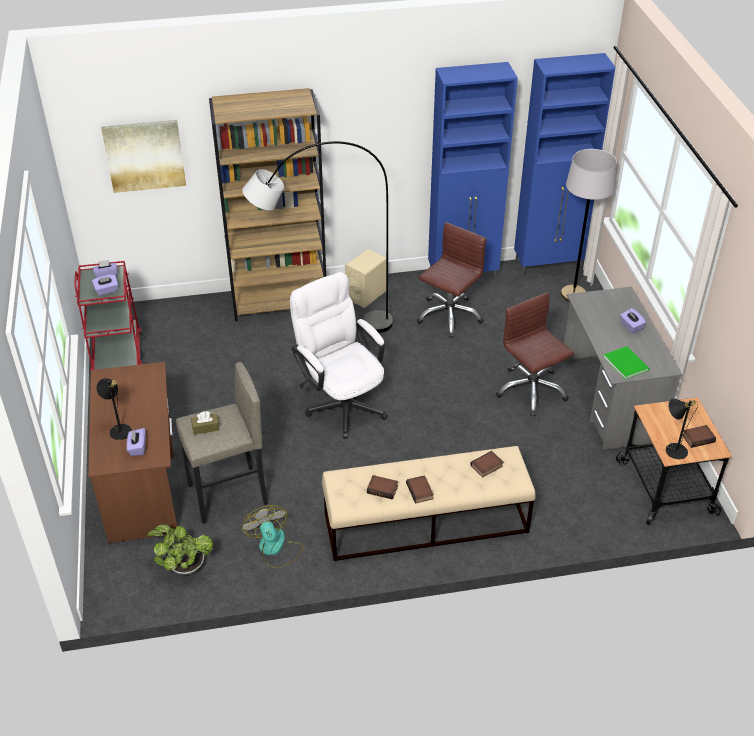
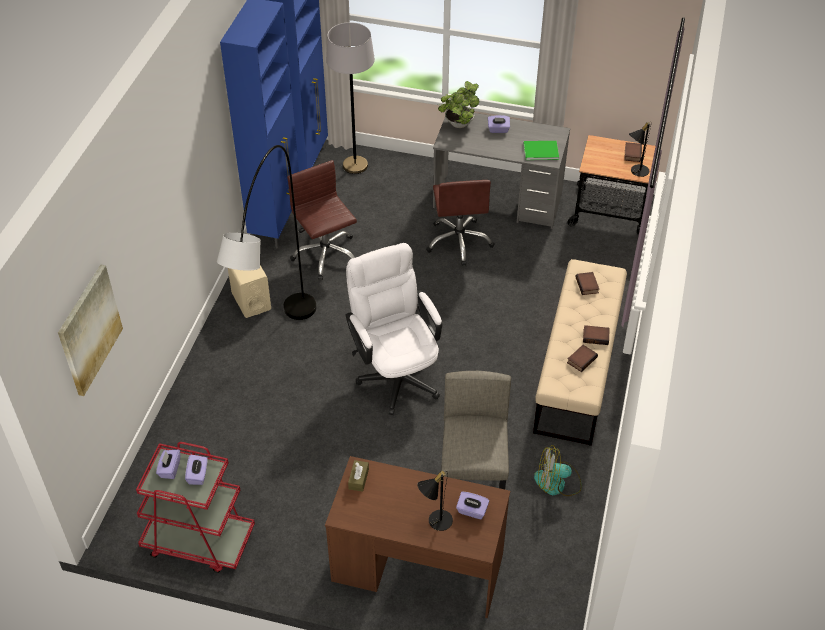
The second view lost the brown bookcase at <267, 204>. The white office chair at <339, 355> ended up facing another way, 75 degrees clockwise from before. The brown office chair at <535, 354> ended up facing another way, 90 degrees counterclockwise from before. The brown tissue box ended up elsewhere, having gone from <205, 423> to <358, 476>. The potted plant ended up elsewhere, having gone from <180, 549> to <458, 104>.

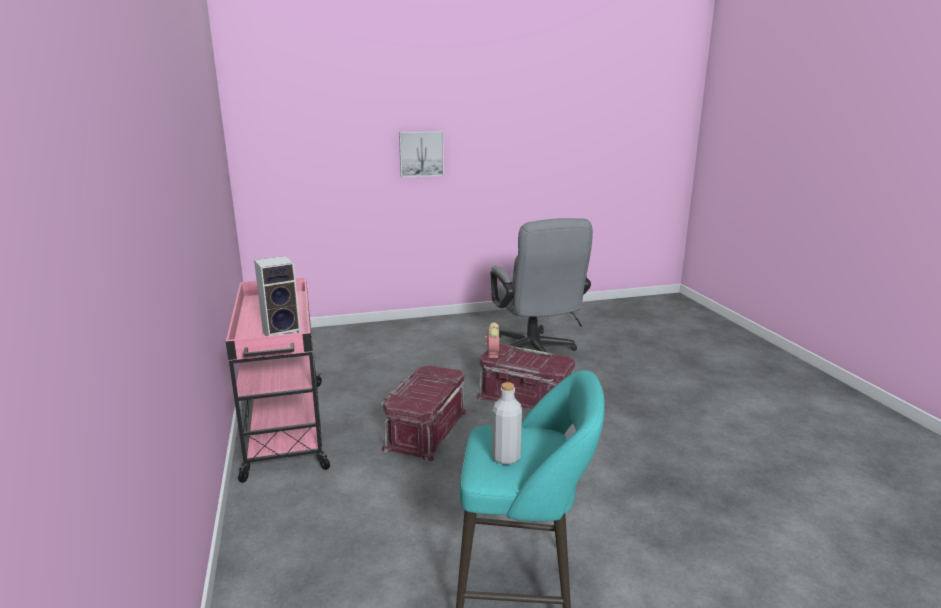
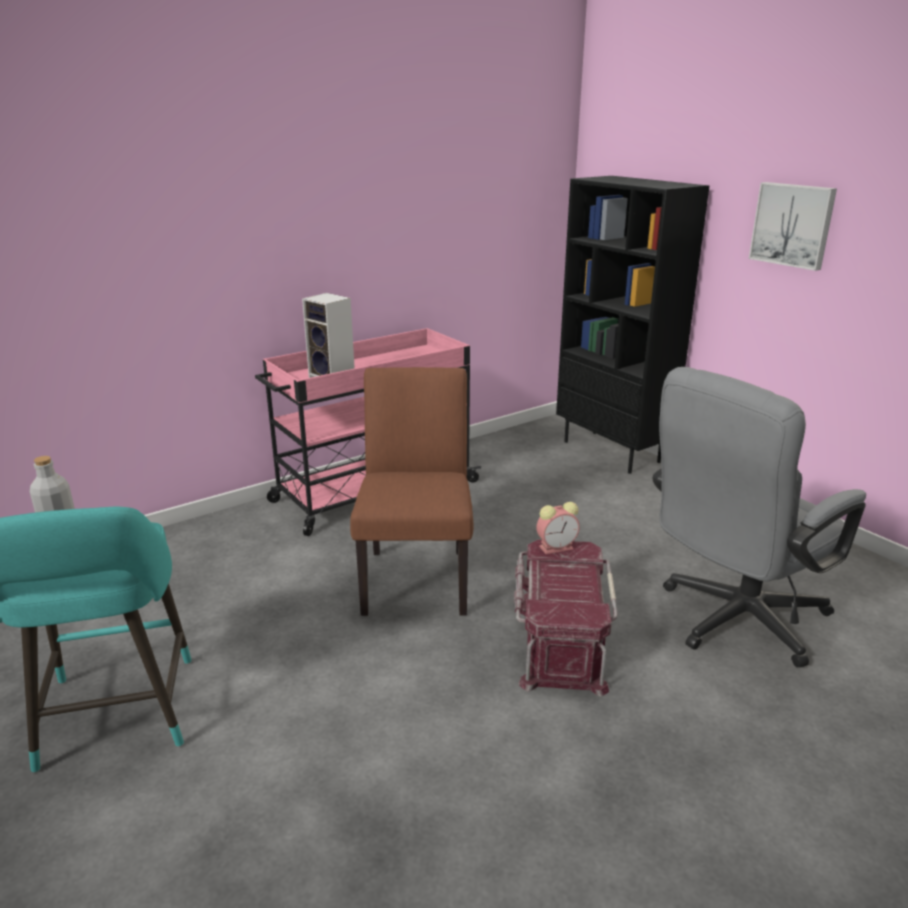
Where the red storage box stood at <424, 413>, the brown chair came to stand at <412, 491>. The second view gained the black bookcase at <633, 325>.

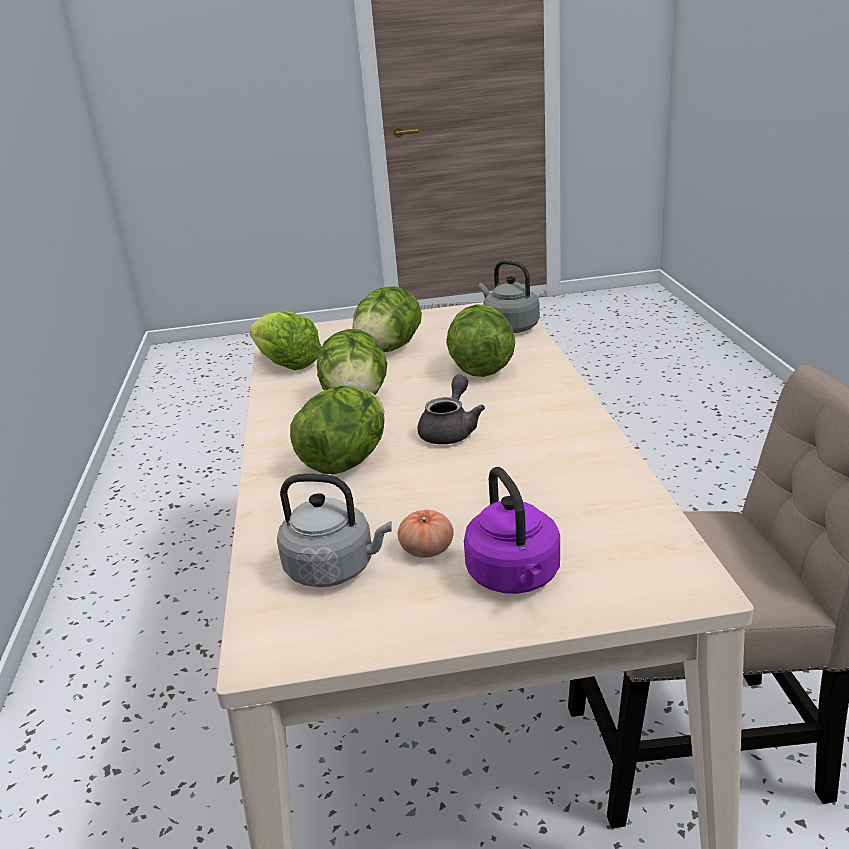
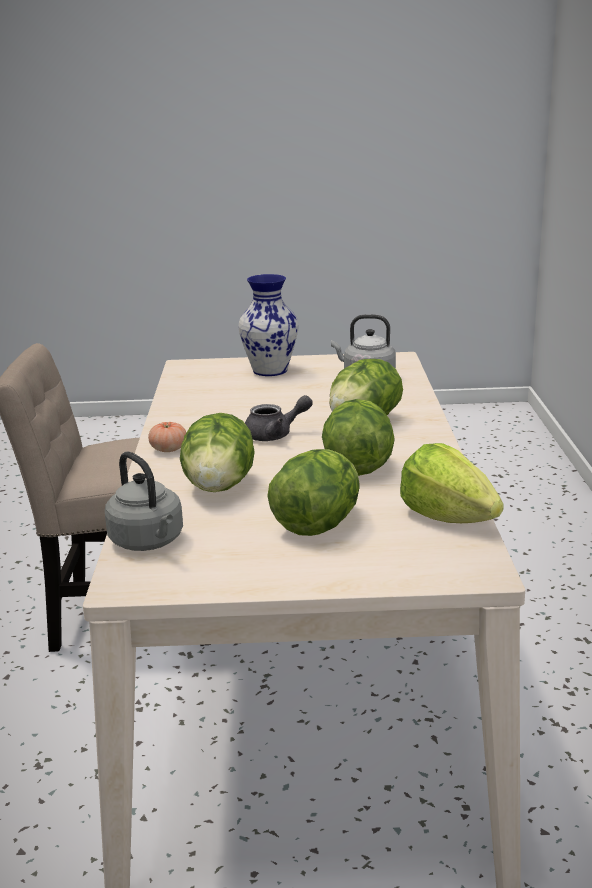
The grey teapot at <451, 409> ended up facing another way, 135 degrees counterclockwise from before. Where the purple kettle stood at <512, 530>, the vase came to stand at <268, 325>. The tomato ended up elsewhere, having gone from <425, 534> to <167, 437>.

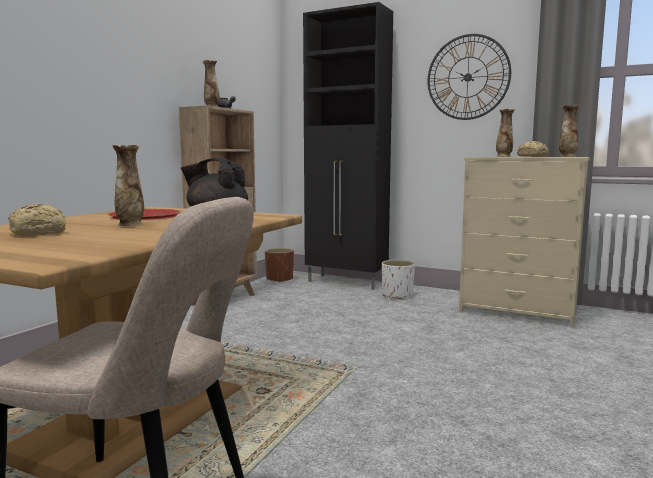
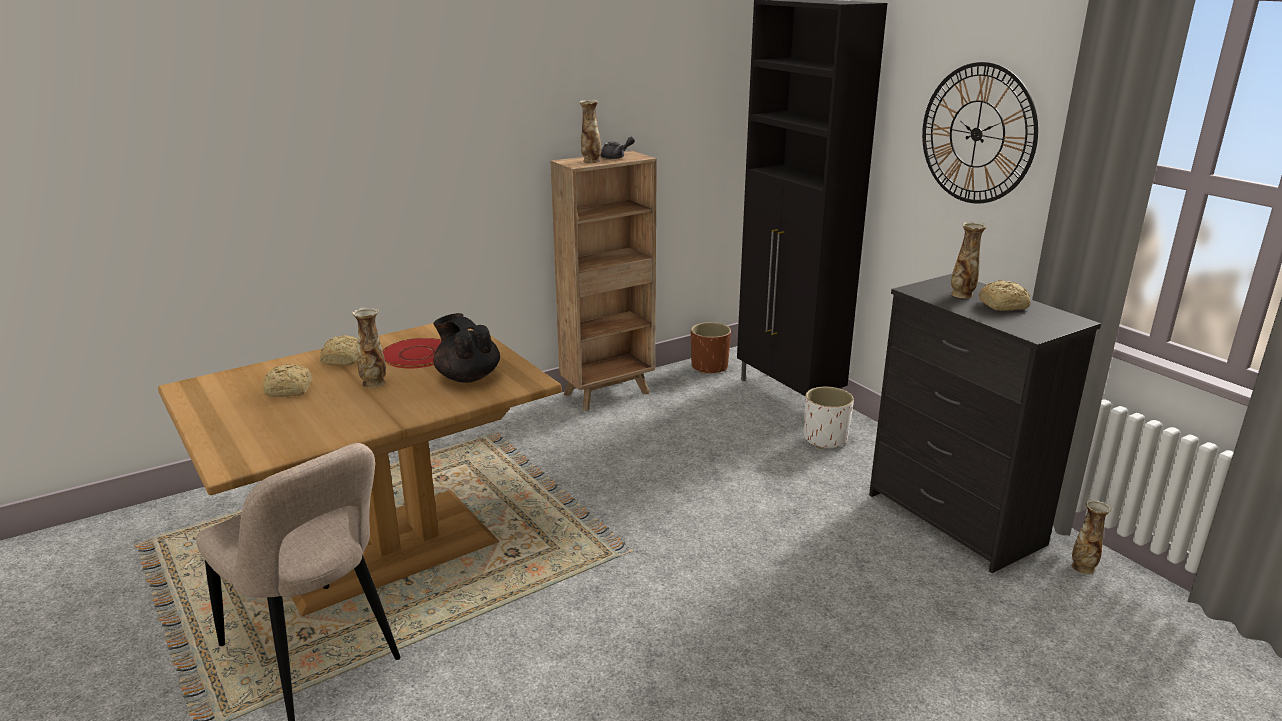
The vase ended up elsewhere, having gone from <569, 131> to <1091, 536>. What was the beige dresser at <524, 242> turned into the black dresser at <985, 423>. The second view gained the bread at <339, 350>.

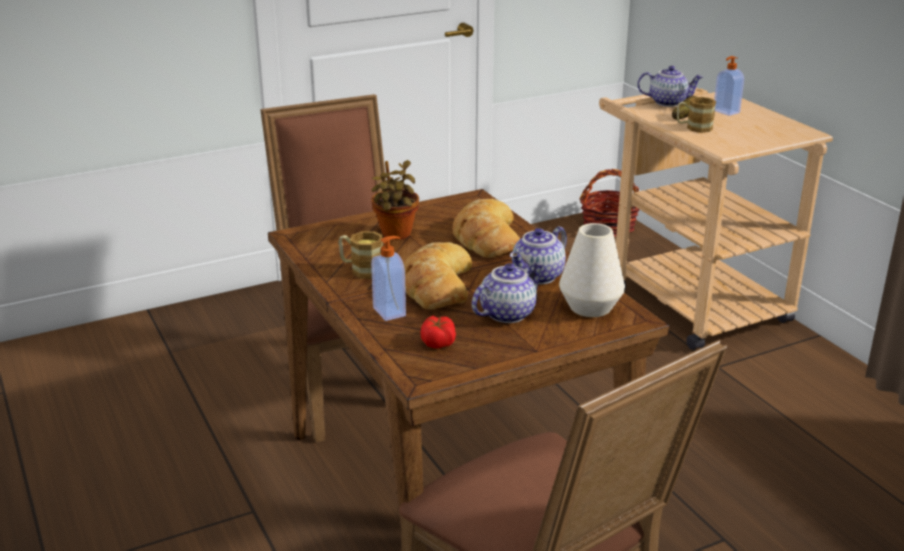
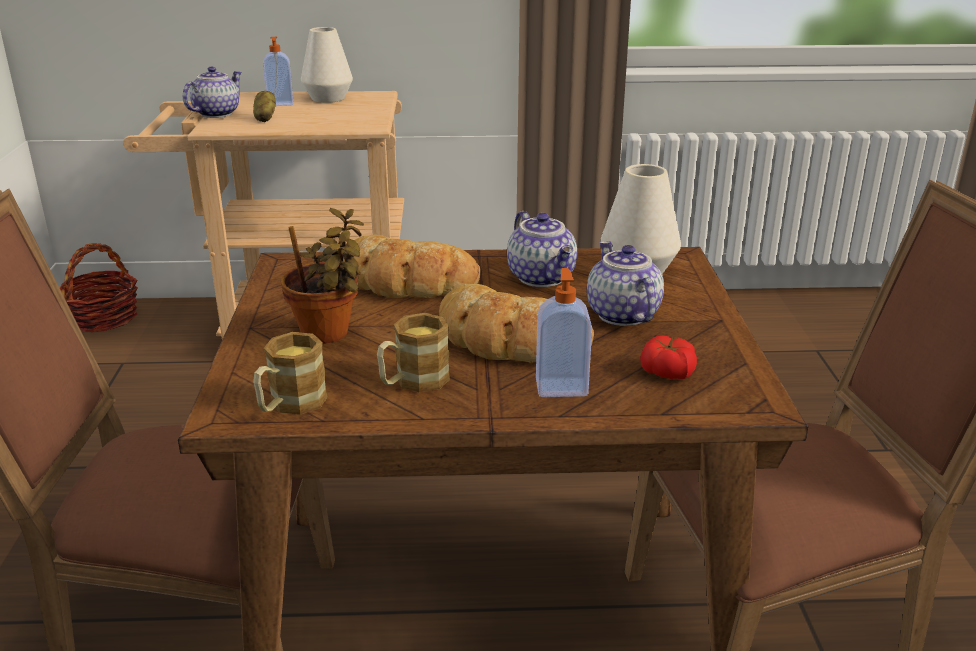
The mug ended up elsewhere, having gone from <696, 115> to <290, 373>. The second view gained the white vase at <327, 65>.

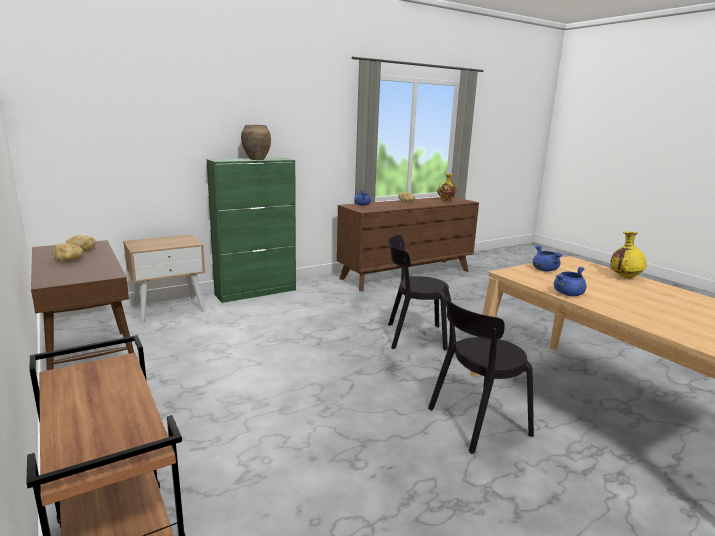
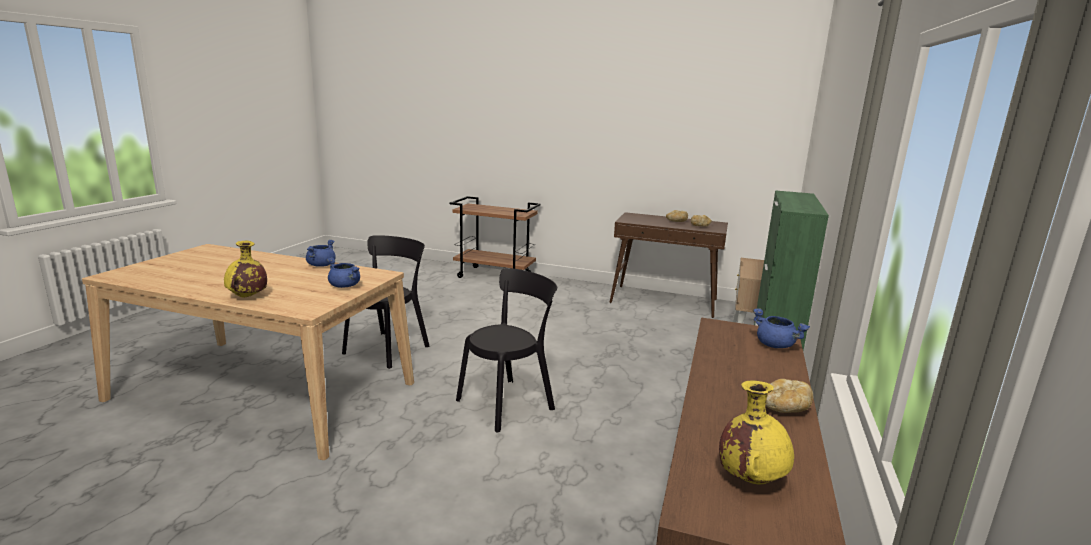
The second view lost the brown vase at <256, 142>.

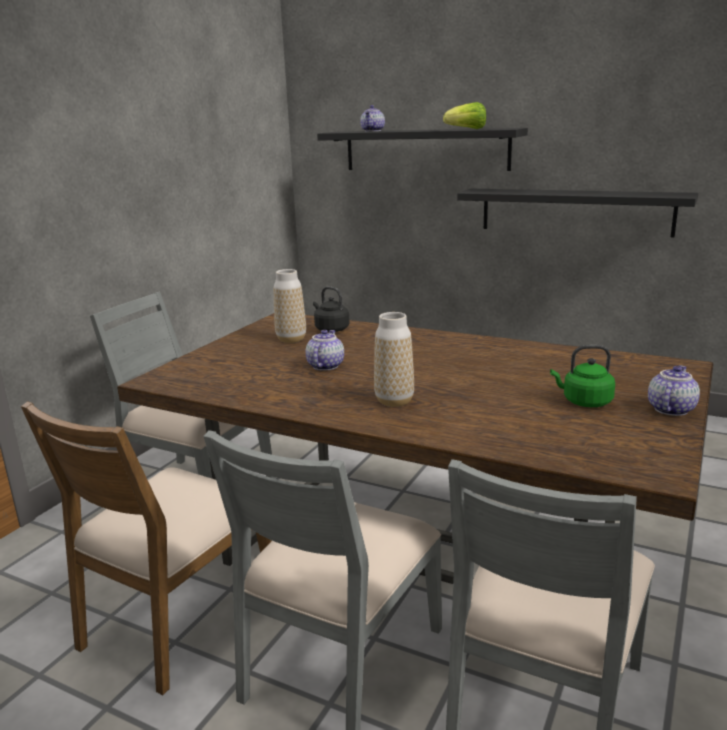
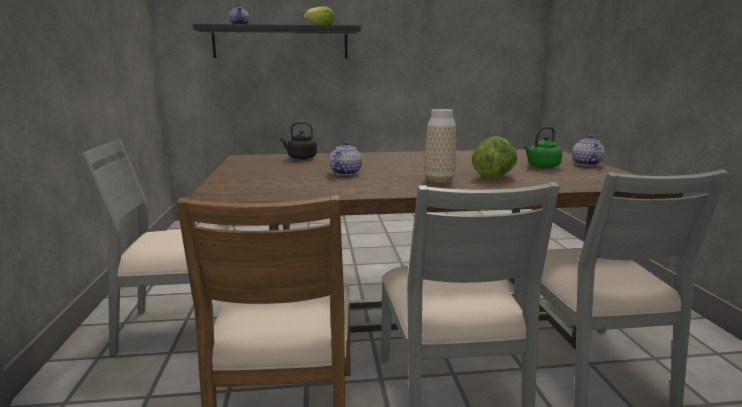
The second view lost the black shelf at <577, 213>. The second view lost the vase at <290, 306>. The teapot at <325, 350> ended up facing another way, 45 degrees clockwise from before. The second view gained the lettuce at <494, 157>.

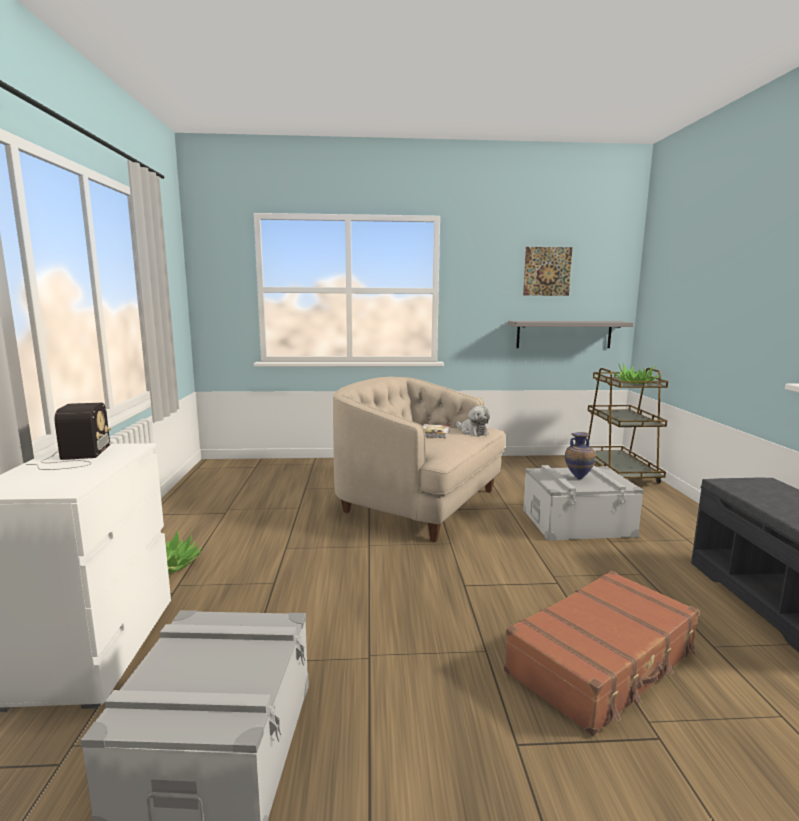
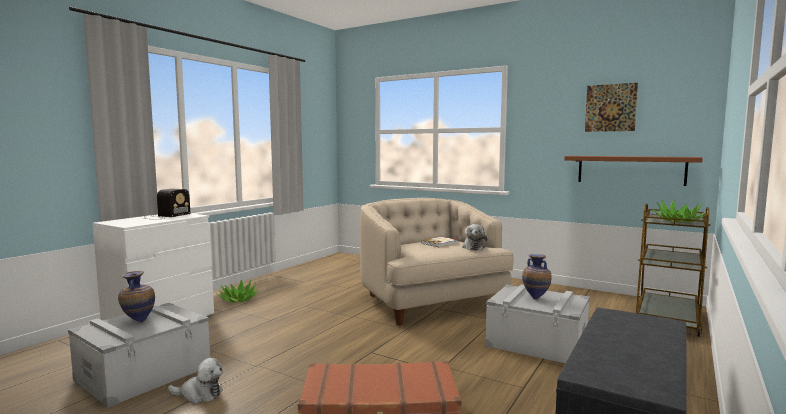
What was the grey shelf at <571, 334> turned into the brown shelf at <633, 171>. The second view gained the vase at <136, 297>. The second view gained the plush toy at <195, 381>.

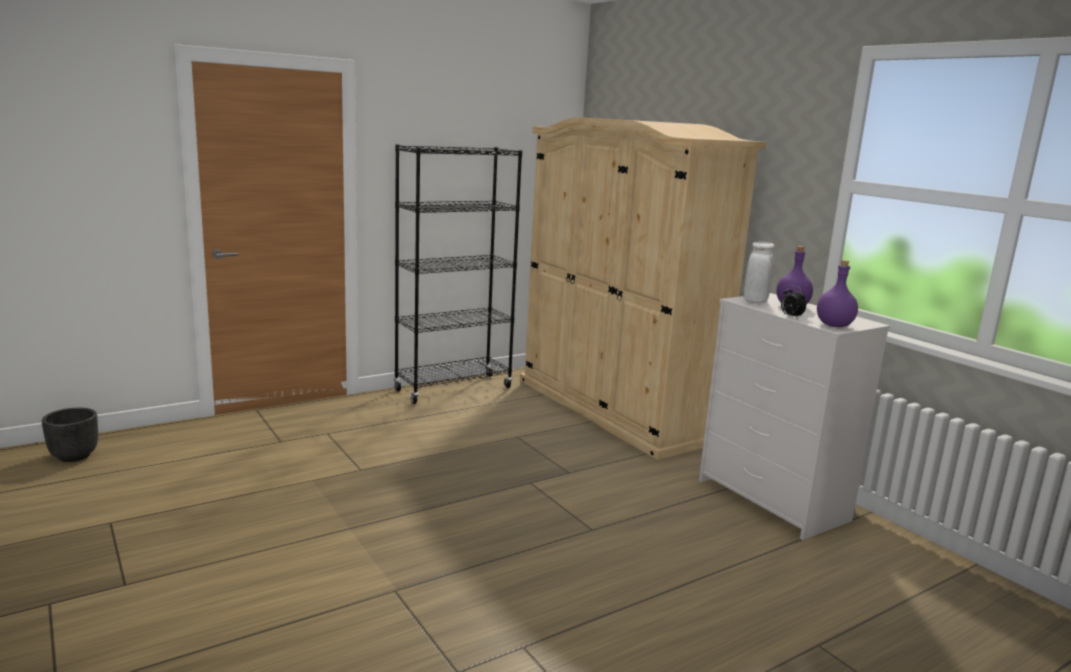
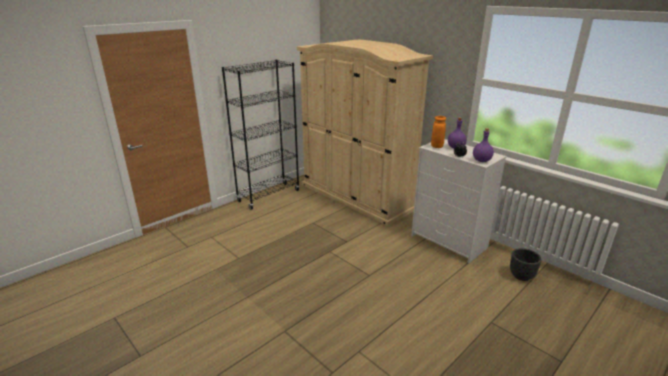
What was the white vase at <759, 272> turned into the orange vase at <438, 132>. The black planter ended up elsewhere, having gone from <70, 435> to <526, 264>.

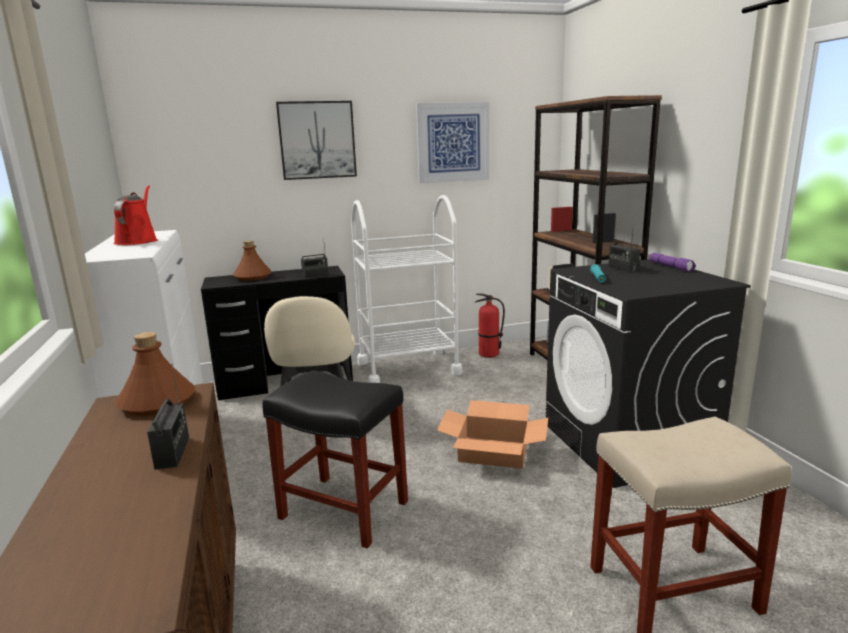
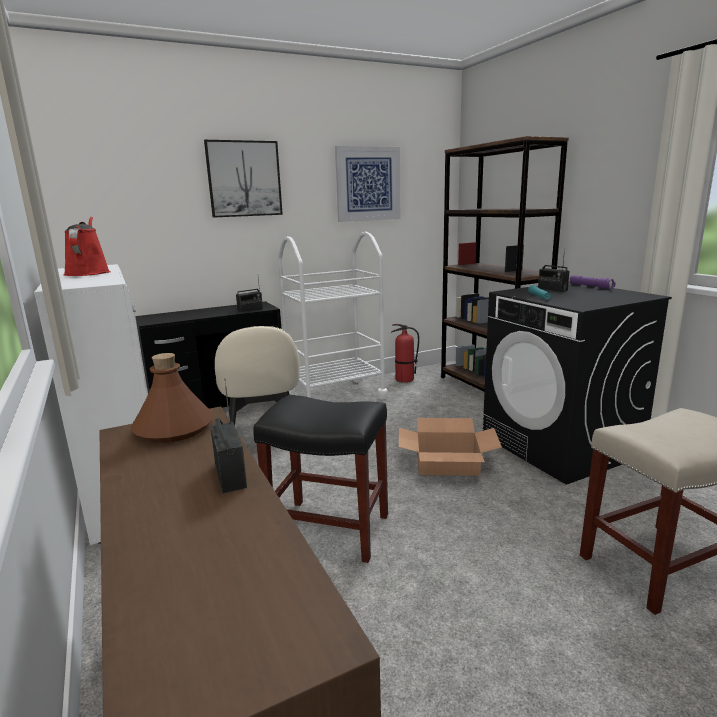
The second view lost the brown bottle at <252, 260>.

